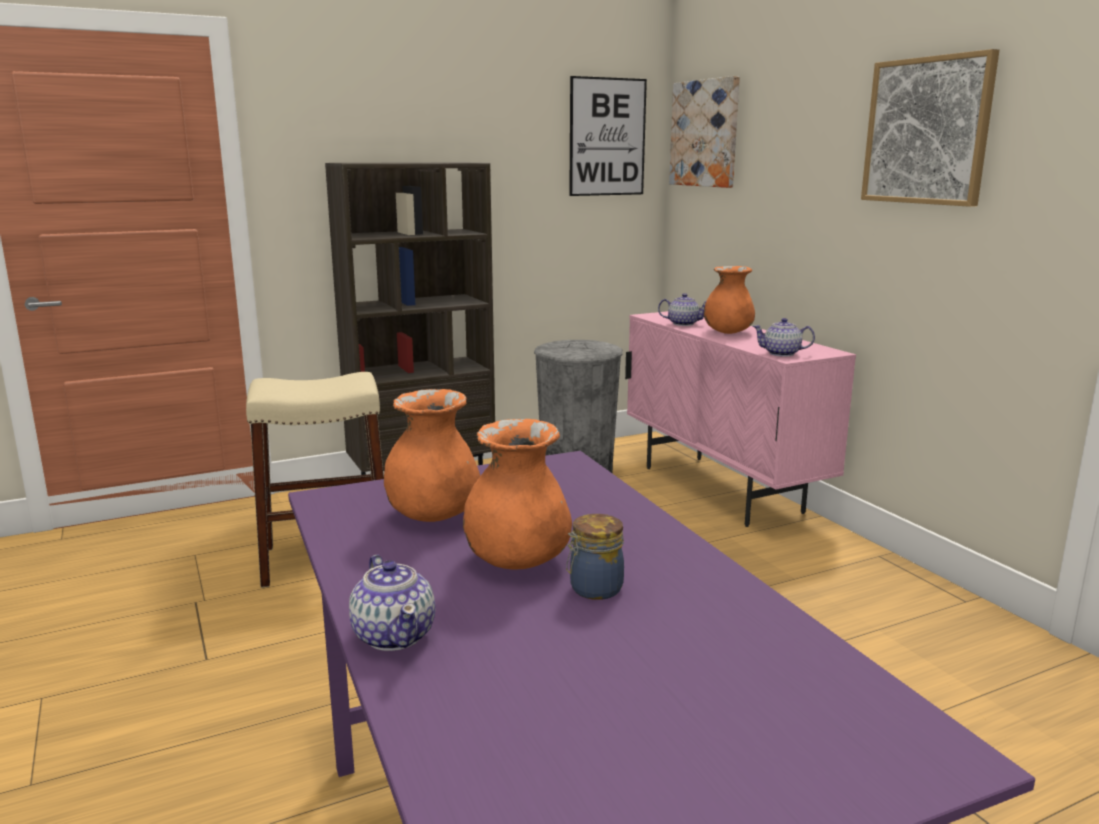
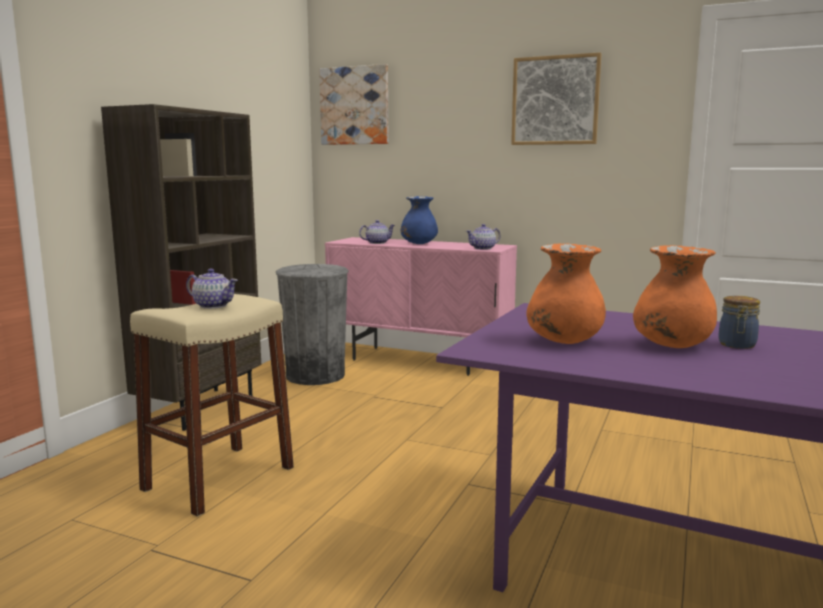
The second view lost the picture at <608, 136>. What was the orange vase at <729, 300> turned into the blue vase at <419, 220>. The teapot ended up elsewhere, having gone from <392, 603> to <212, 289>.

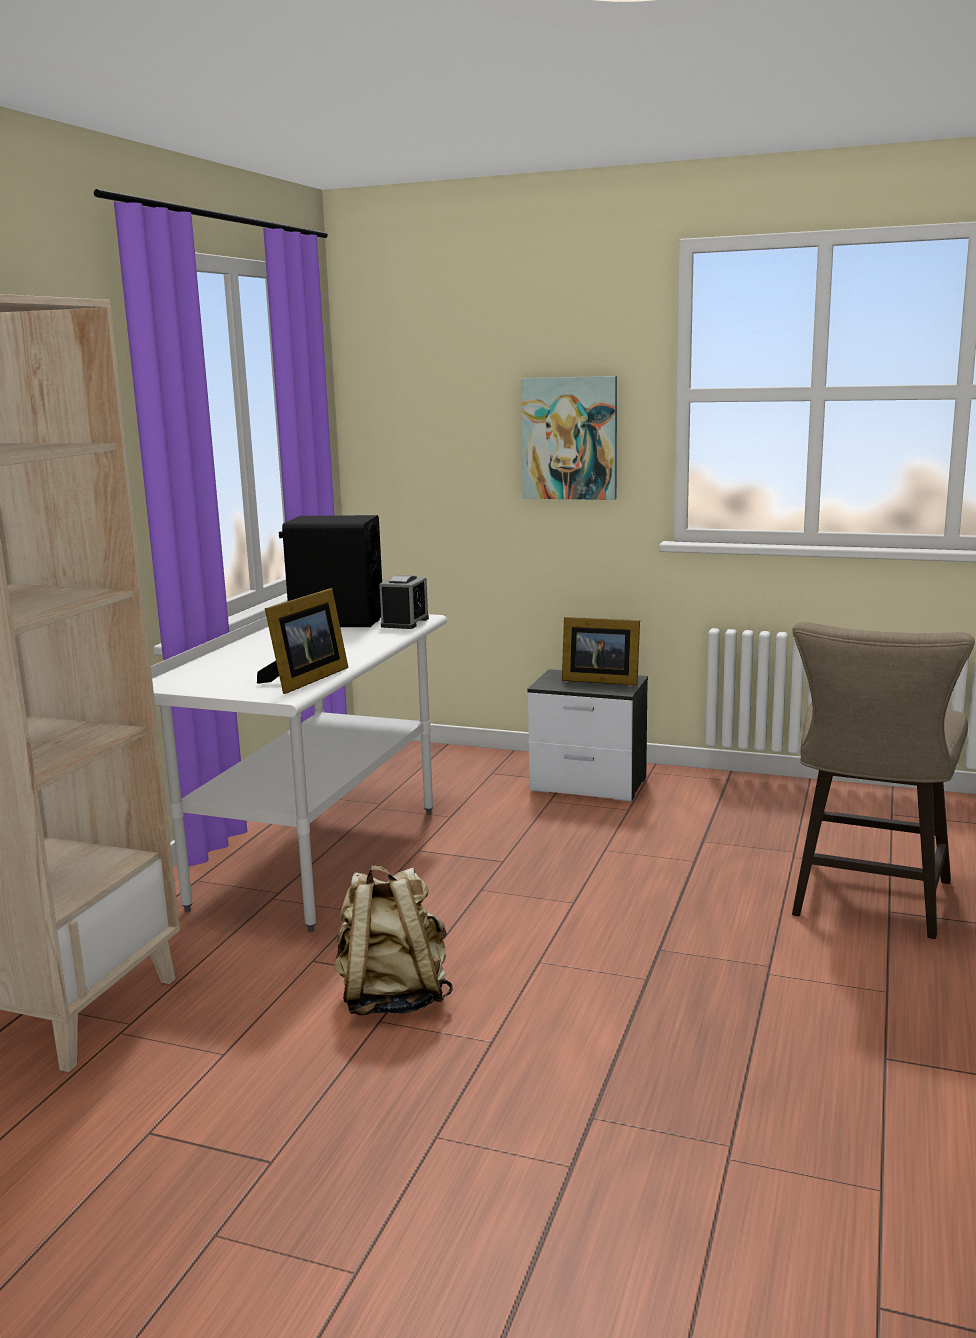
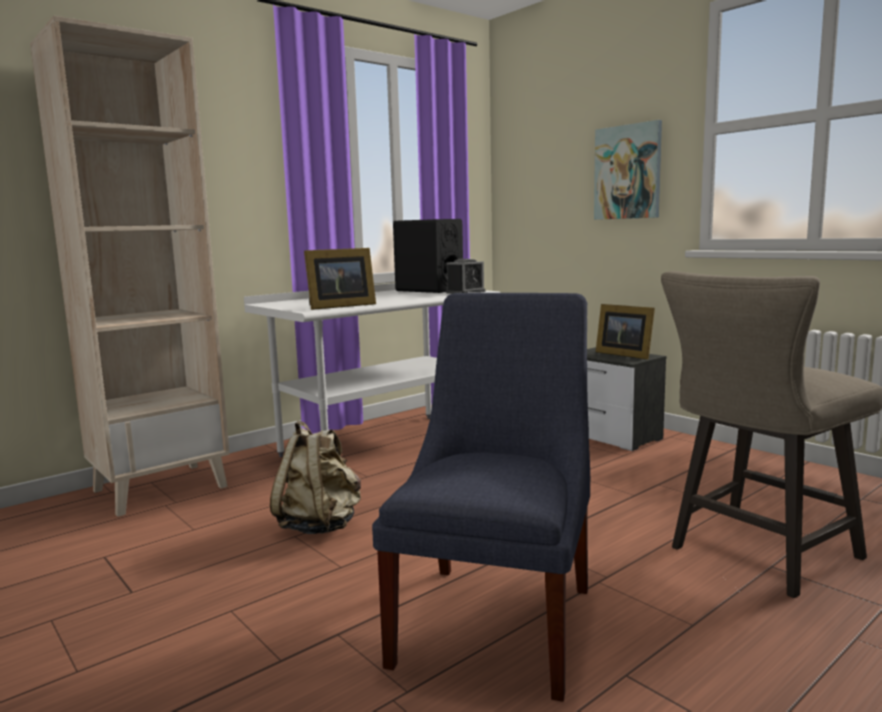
The second view gained the blue chair at <481, 497>.

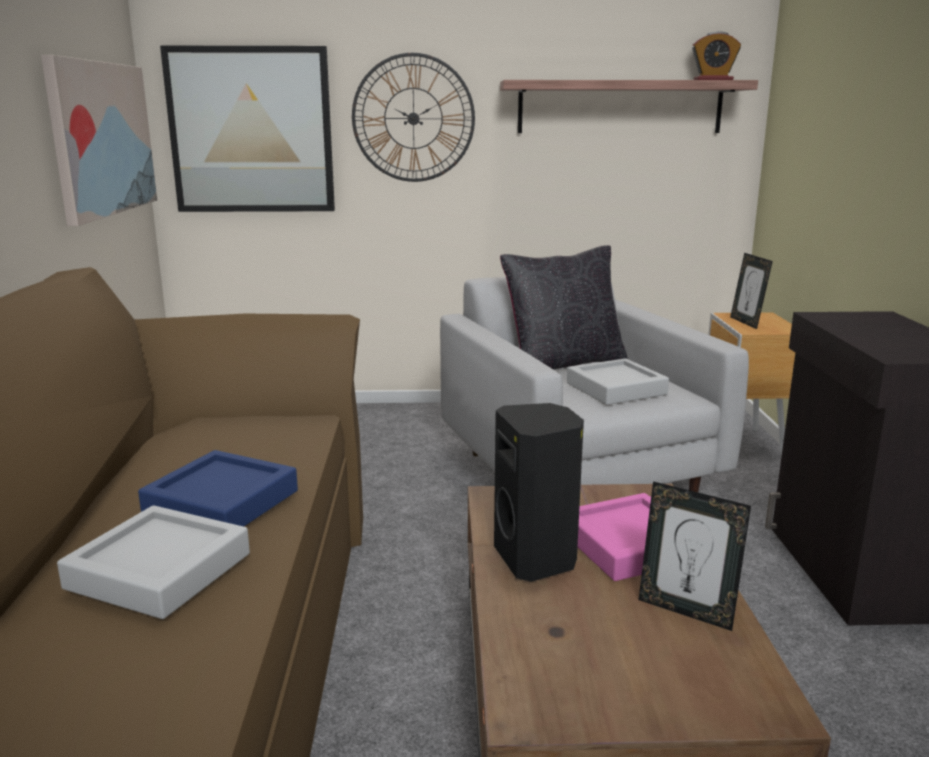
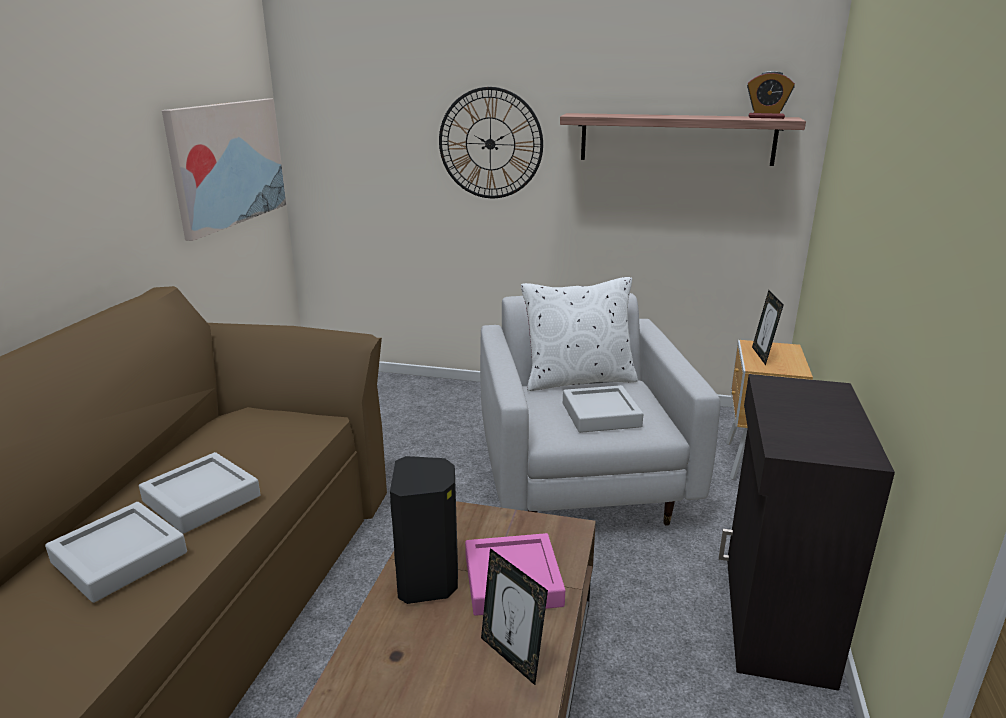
The second view lost the picture at <247, 129>. What was the black pillow at <564, 307> turned into the white pillow at <579, 334>. What was the blue tray at <218, 488> turned into the grey tray at <200, 493>.

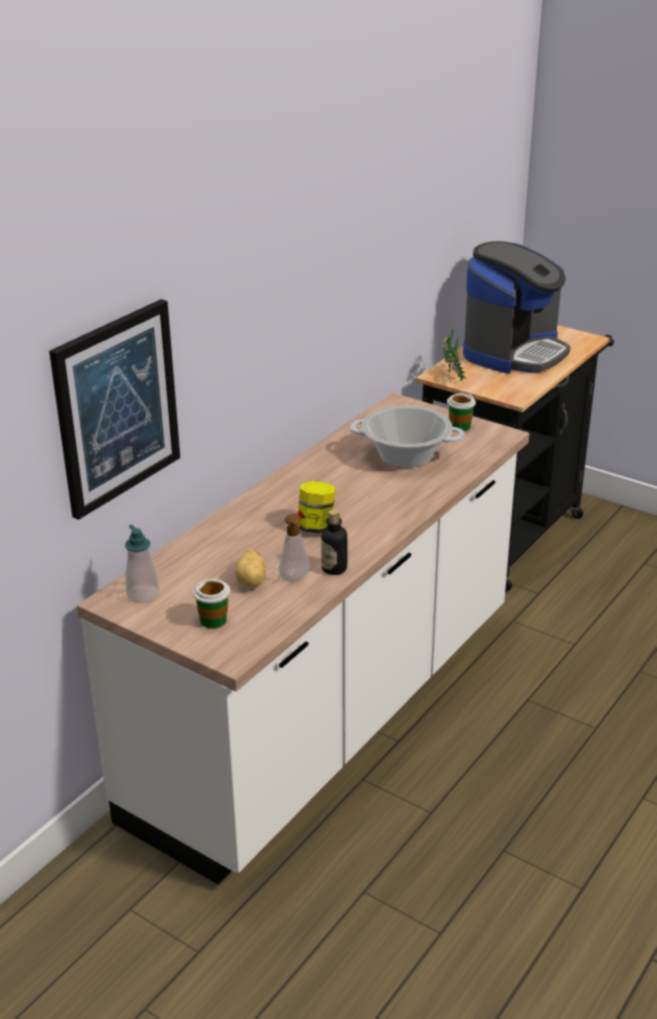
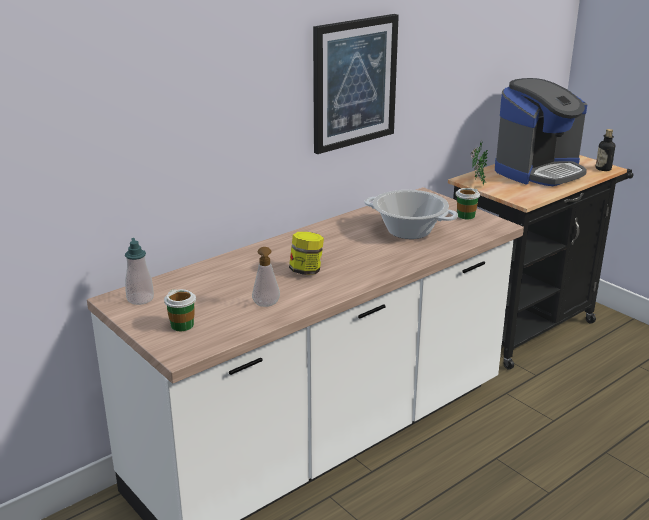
The picture ended up elsewhere, having gone from <114, 409> to <356, 84>. The bottle ended up elsewhere, having gone from <334, 542> to <605, 150>. The second view lost the potato at <250, 568>.

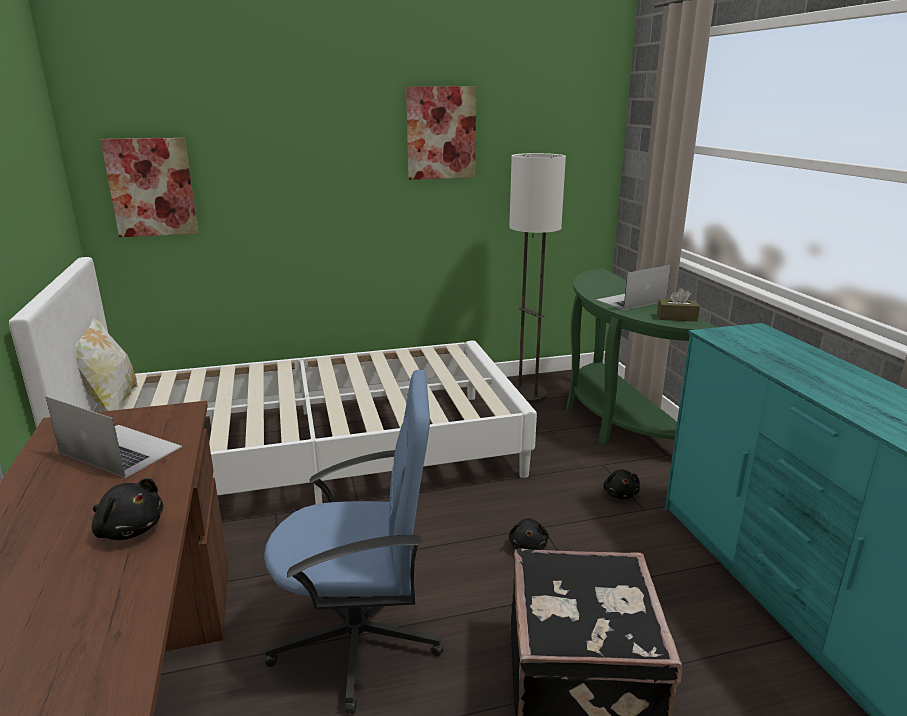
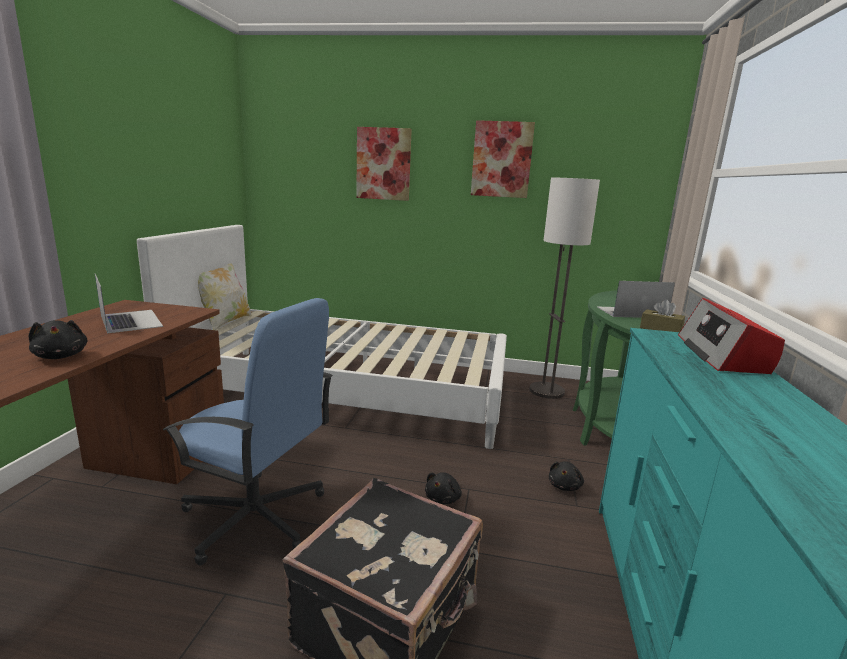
The picture ended up elsewhere, having gone from <149, 187> to <384, 164>. The second view gained the radio at <731, 336>.

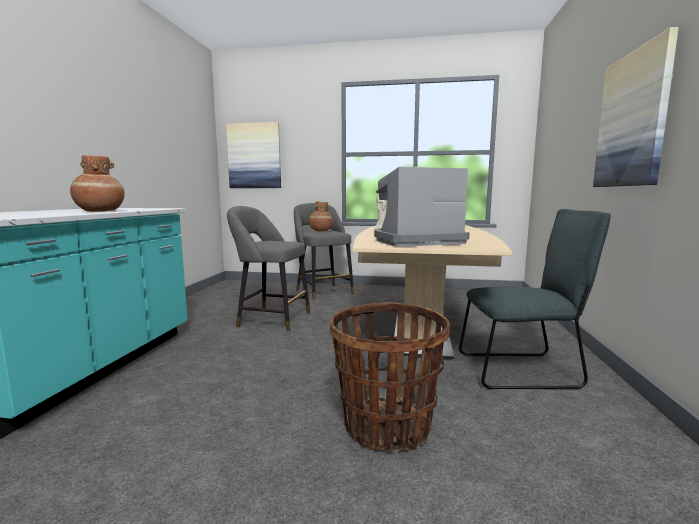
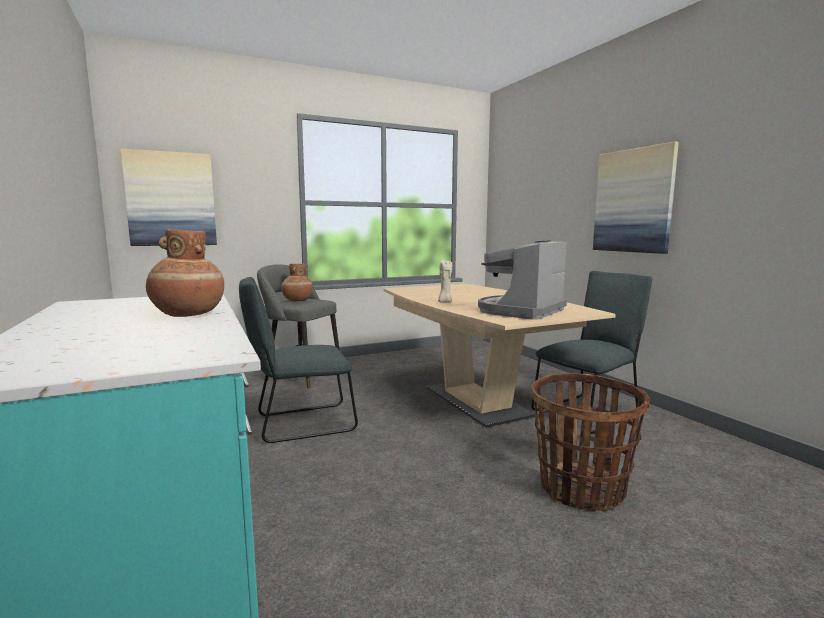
Where the grey stool stood at <268, 269>, the grey chair came to stand at <298, 360>.

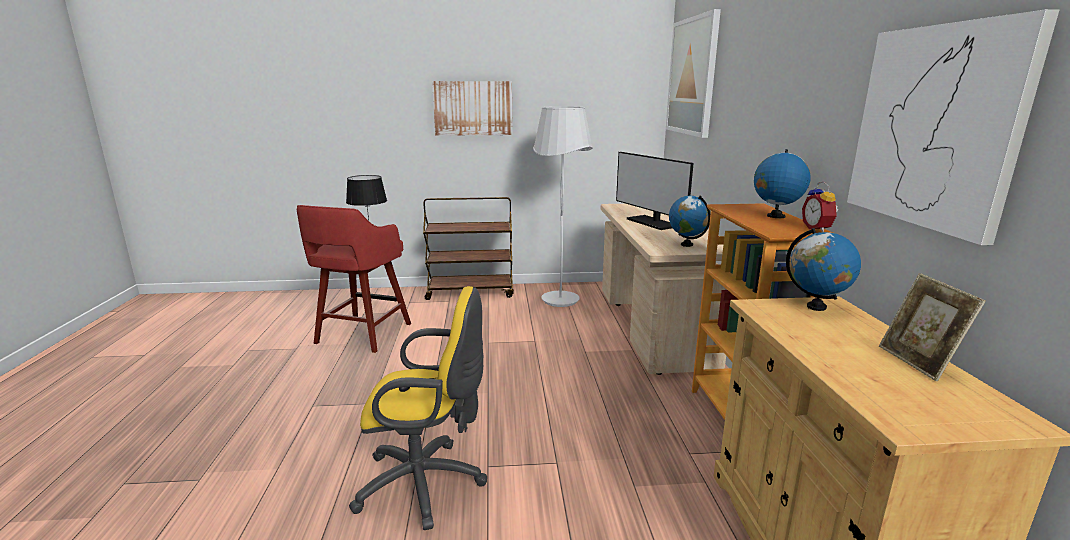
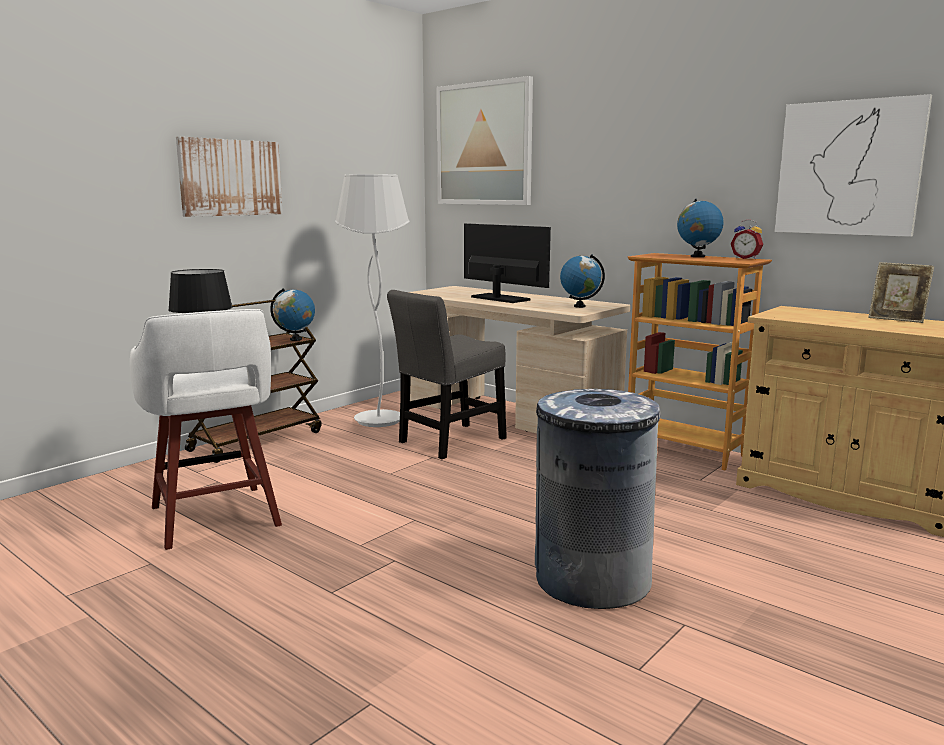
The monitor at <655, 191> ended up facing another way, 150 degrees counterclockwise from before. What was the red stool at <354, 279> turned into the white stool at <206, 429>. The globe ended up elsewhere, having gone from <823, 269> to <292, 314>. Where the yellow office chair stood at <418, 408>, the grey trash can came to stand at <597, 499>. The second view gained the grey chair at <447, 374>.

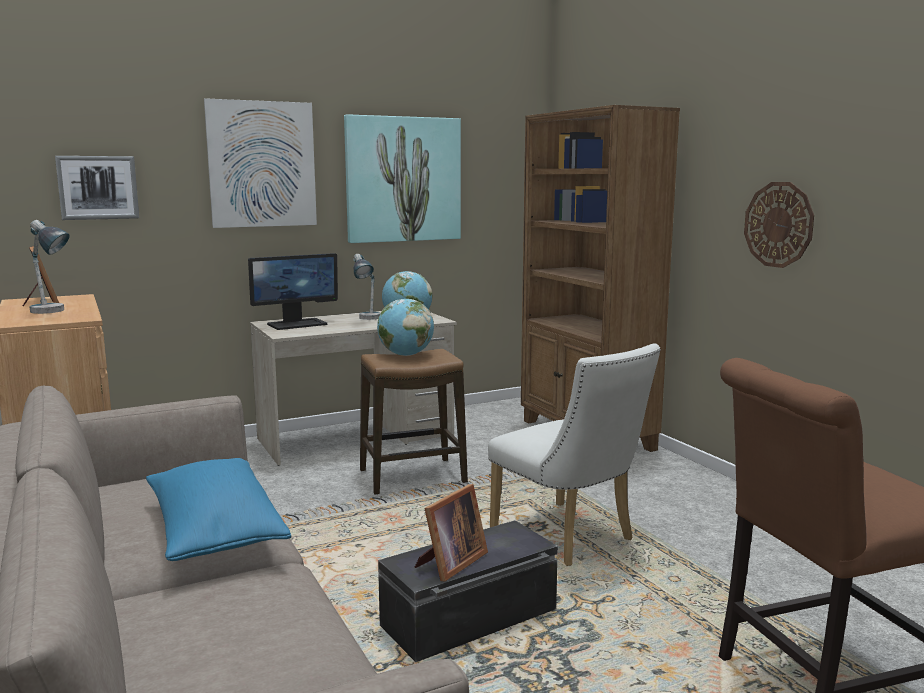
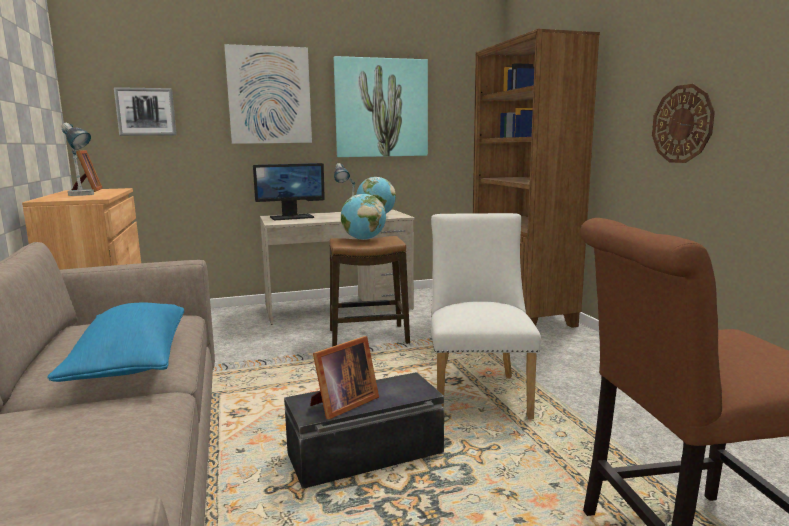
The white chair at <574, 455> ended up facing another way, 150 degrees counterclockwise from before.

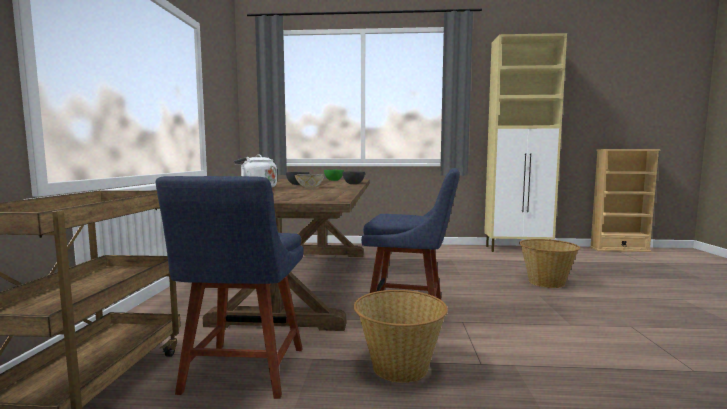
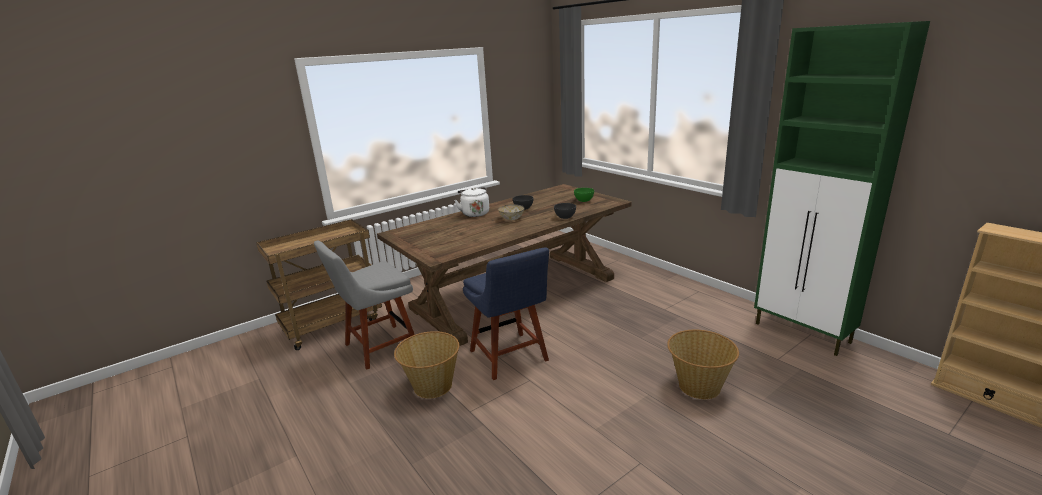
What was the beige cabinet at <525, 142> turned into the green cabinet at <842, 188>. What was the blue chair at <230, 287> turned into the grey chair at <364, 305>.

